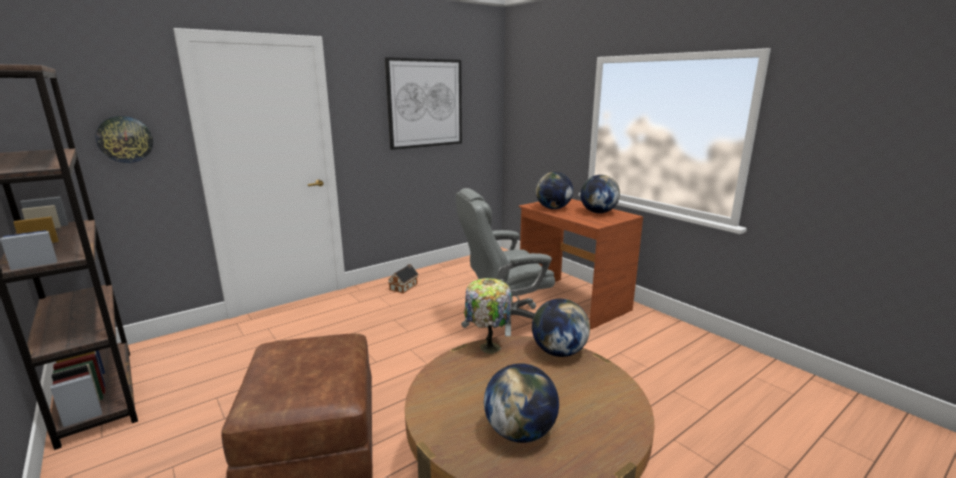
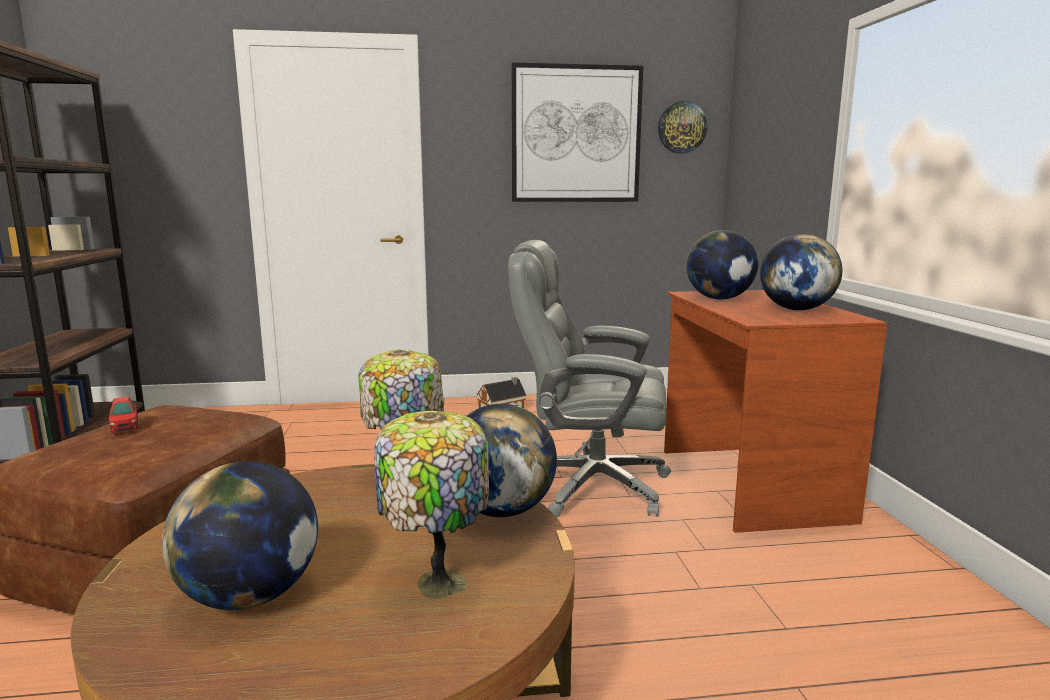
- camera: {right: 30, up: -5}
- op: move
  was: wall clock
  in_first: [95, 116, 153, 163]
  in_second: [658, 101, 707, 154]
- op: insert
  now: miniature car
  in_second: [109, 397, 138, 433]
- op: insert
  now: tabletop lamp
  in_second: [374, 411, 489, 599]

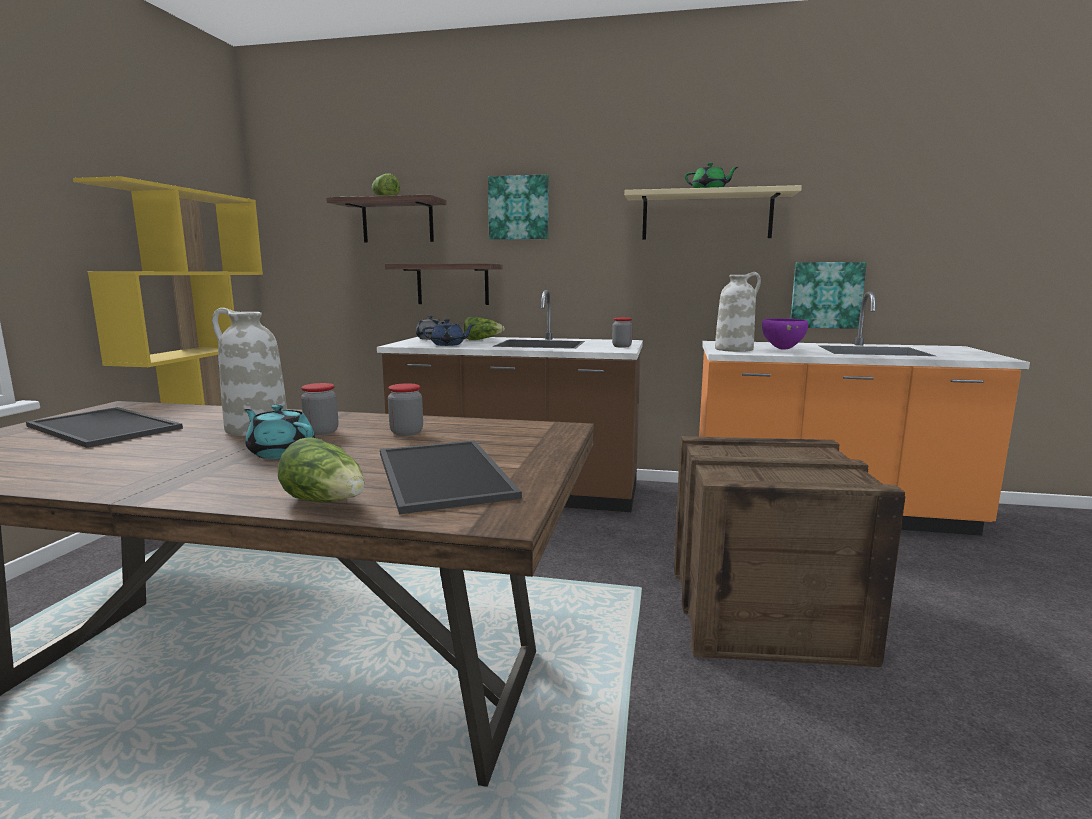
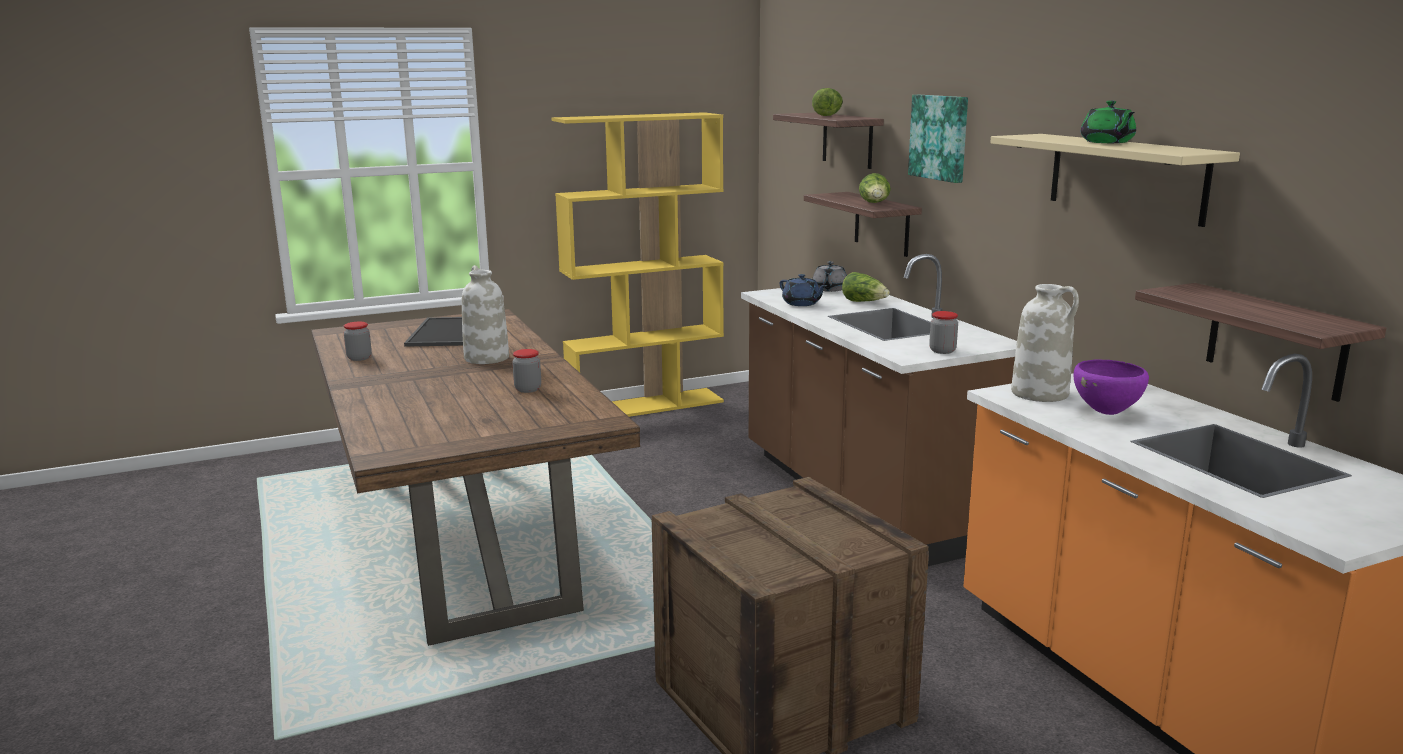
- camera: {right: 55, up: 5}
- op: replace
  was: wall art
  now: shelf
  in_first: [791, 262, 867, 329]
  in_second: [1135, 283, 1386, 402]
- op: move
  was: preserve jar
  in_first: [301, 383, 338, 435]
  in_second: [344, 322, 372, 361]
- op: delete
  was: tea pot in blue-green
  in_first: [244, 404, 315, 459]
- op: move
  was: lettuce
  in_first: [277, 437, 365, 502]
  in_second: [859, 173, 891, 203]
- op: delete
  was: serving tray
  in_first: [380, 440, 522, 514]

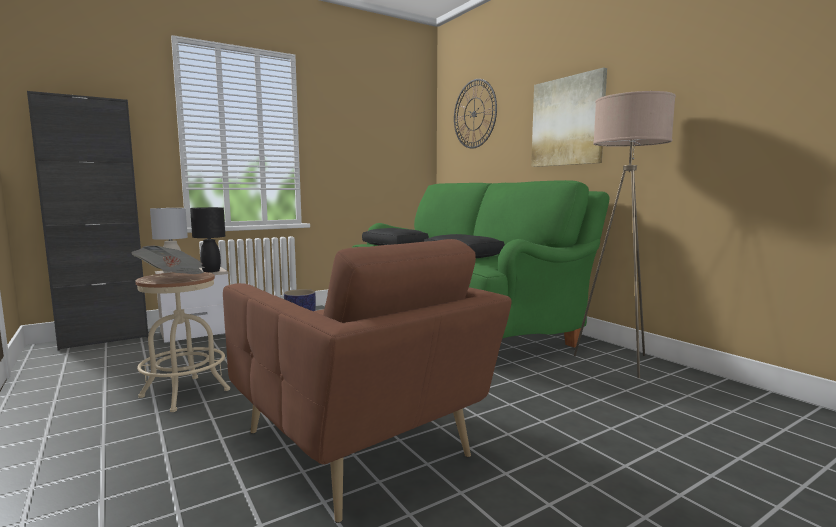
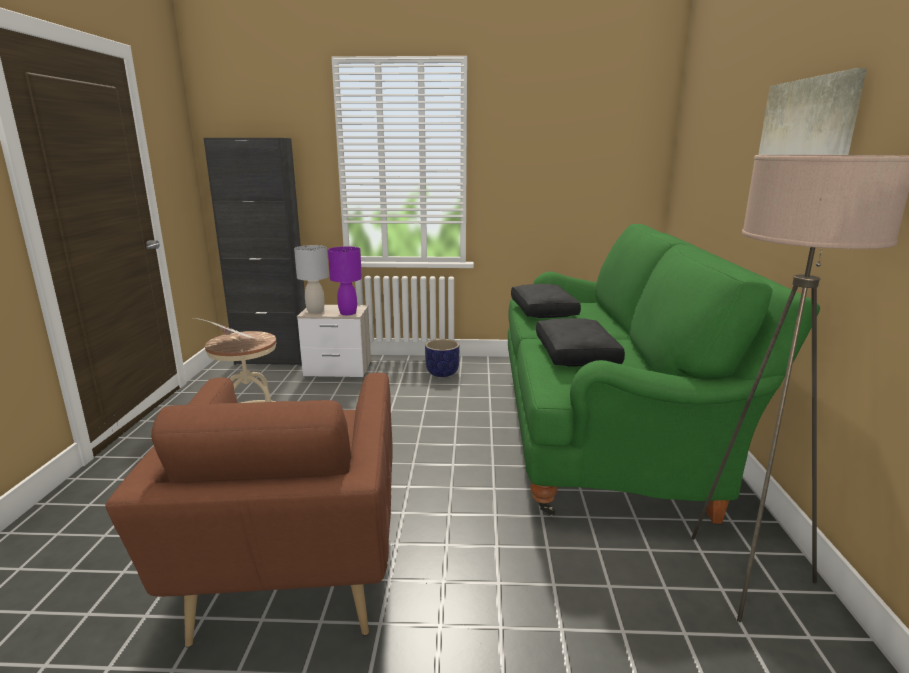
- camera: {right: 35, up: 10}
- op: delete
  was: wall clock
  in_first: [454, 79, 497, 149]
- op: recolor
  was: tabletop lamp in black-coloured
  now: tabletop lamp in purplish
  in_first: [190, 207, 225, 272]
  in_second: [328, 246, 362, 315]

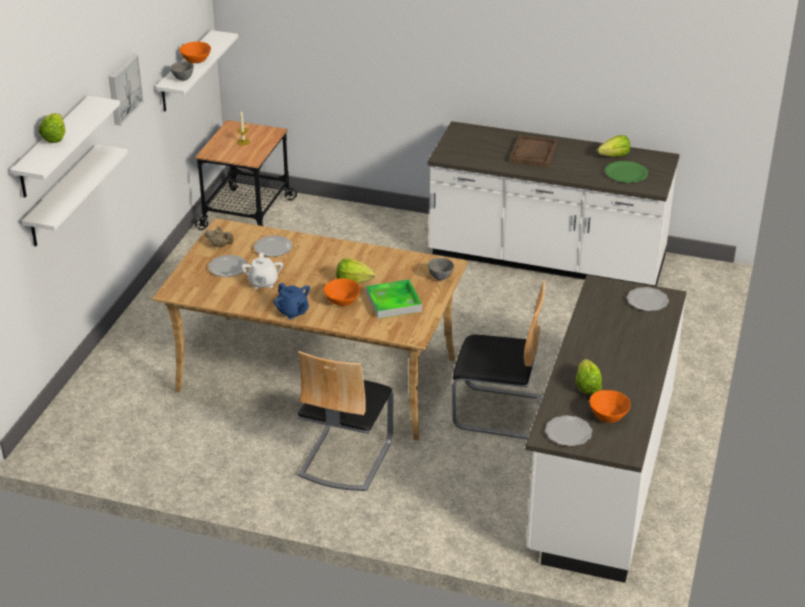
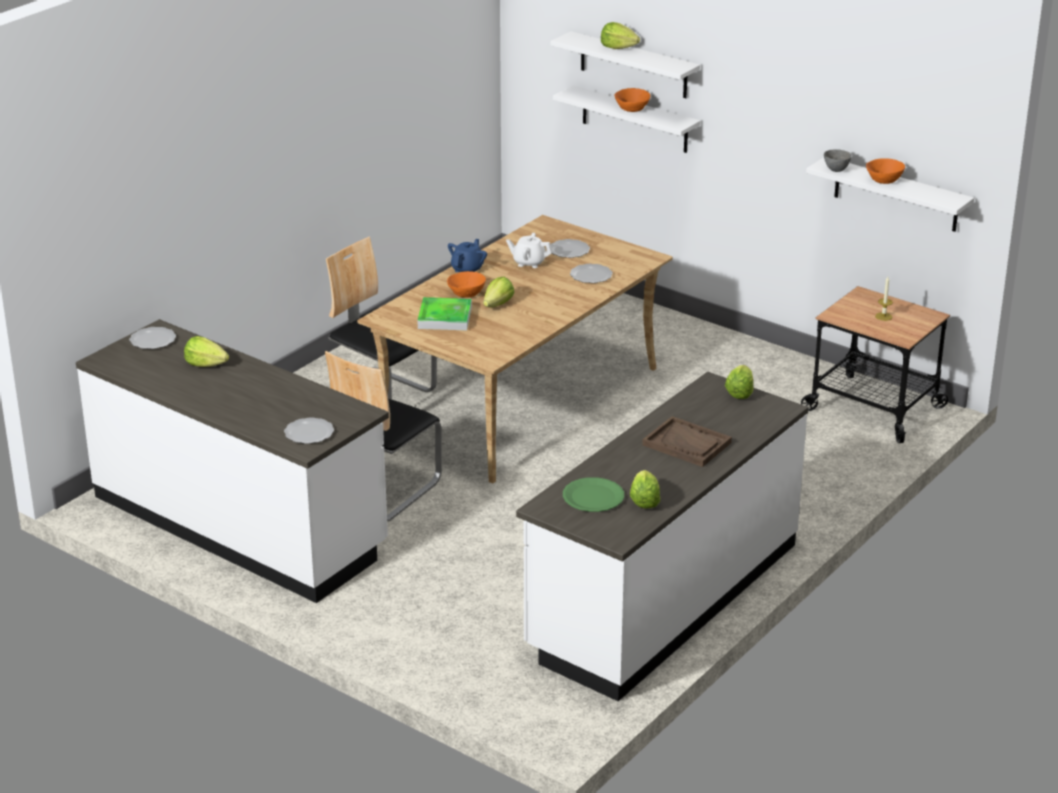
- camera: {right: 110, up: -5}
- op: delete
  was: wall art
  in_first: [109, 54, 144, 125]
- op: delete
  was: tea pot in beige-coloured
  in_first: [205, 226, 234, 248]
- op: delete
  was: bowl in gray
  in_first: [428, 258, 454, 280]
- op: rotate
  was: tea pot in bluish
  in_first: [274, 283, 310, 319]
  in_second: [448, 239, 487, 272]
  clockwise: 135
- op: move
  was: bowl in orange
  in_first: [589, 390, 630, 423]
  in_second: [614, 88, 651, 112]
- op: insert
  now: lettuce
  in_second: [725, 365, 754, 399]

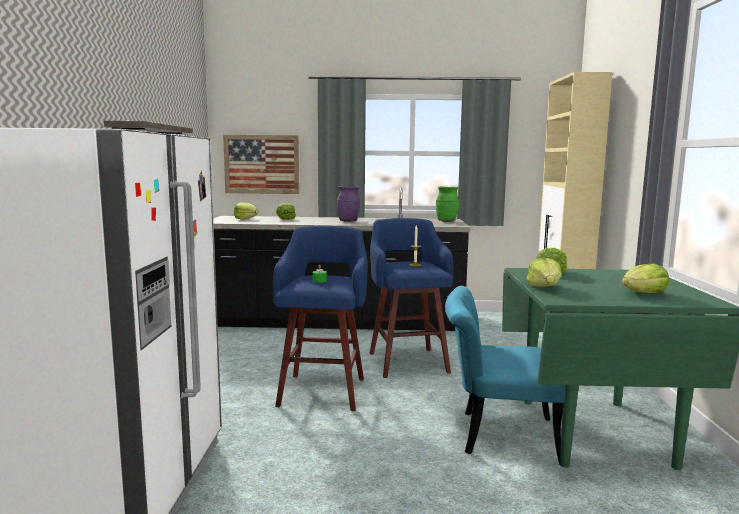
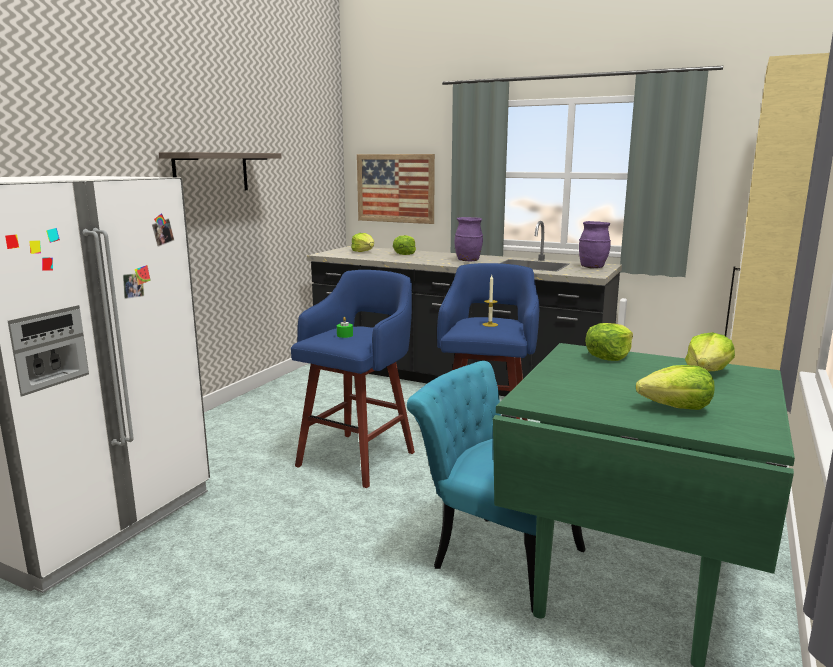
- camera: {right: 25, up: 5}
- op: recolor
  was: flower vase in green
  now: flower vase in purplish
  in_first: [436, 186, 459, 222]
  in_second: [579, 221, 611, 268]
- op: move
  was: lettuce
  in_first: [526, 257, 562, 287]
  in_second: [685, 332, 735, 371]

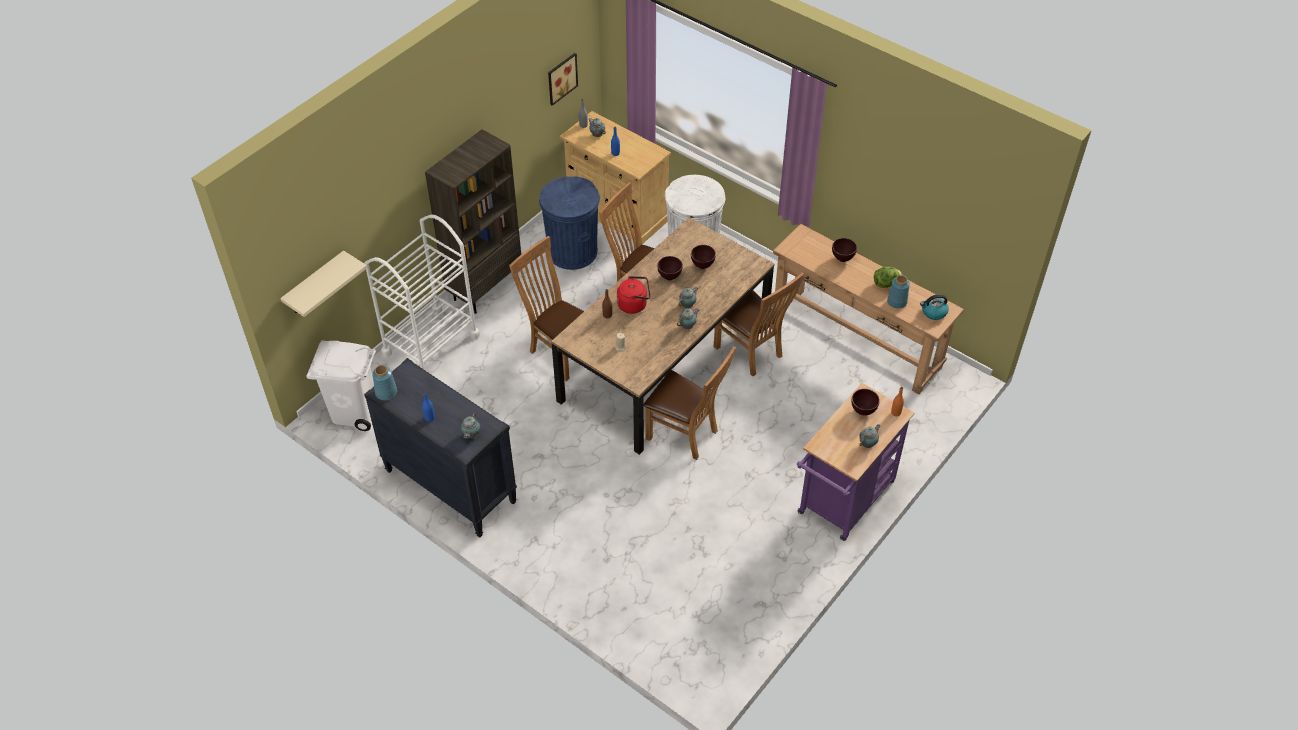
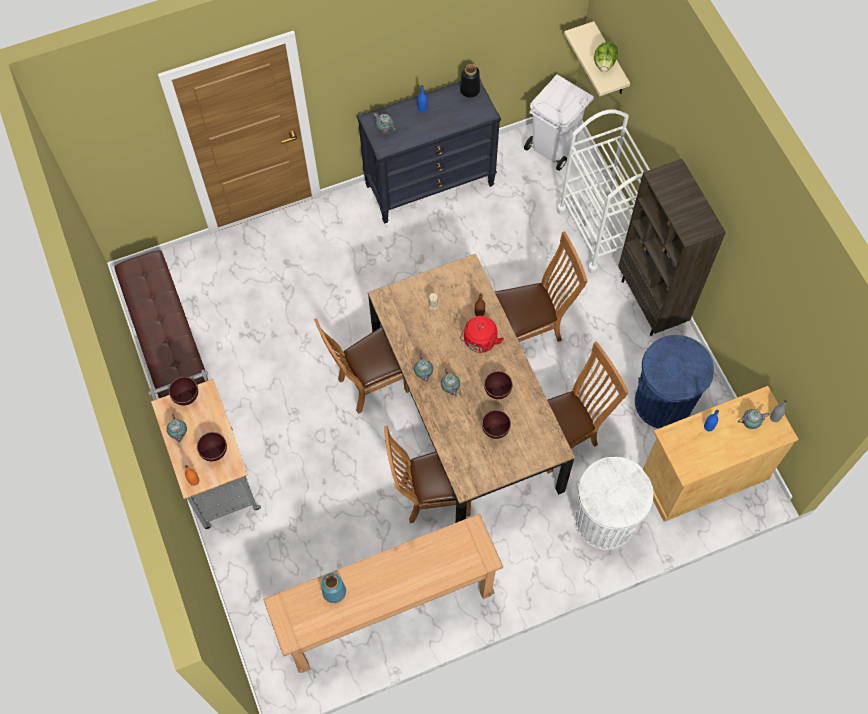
- camera: {right: 120, up: 15}
- op: delete
  was: wall art
  in_first: [548, 53, 578, 106]
- op: move
  was: bowl in brownish
  in_first: [832, 238, 857, 262]
  in_second: [169, 377, 198, 405]
- op: move
  was: lettuce
  in_first: [874, 267, 902, 288]
  in_second: [594, 42, 618, 72]
- op: delete
  was: kettle
  in_first: [920, 294, 949, 320]
- op: recolor
  was: flower vase in bluish
  now: flower vase in black-coloured
  in_first: [372, 365, 397, 400]
  in_second: [460, 64, 480, 97]
- op: recolor
  was: wheeled cart in purplish
  now: wheeled cart in gray
  in_first: [797, 383, 914, 541]
  in_second: [148, 369, 261, 529]
- op: insert
  now: indoor bench in brownish
  in_second: [114, 250, 208, 398]

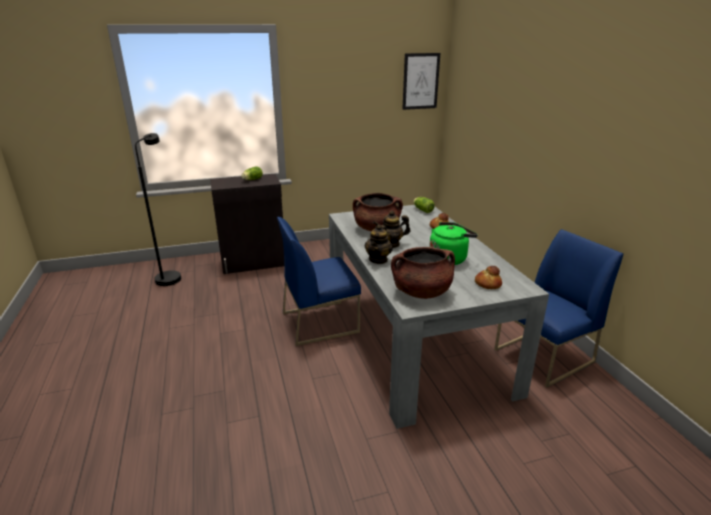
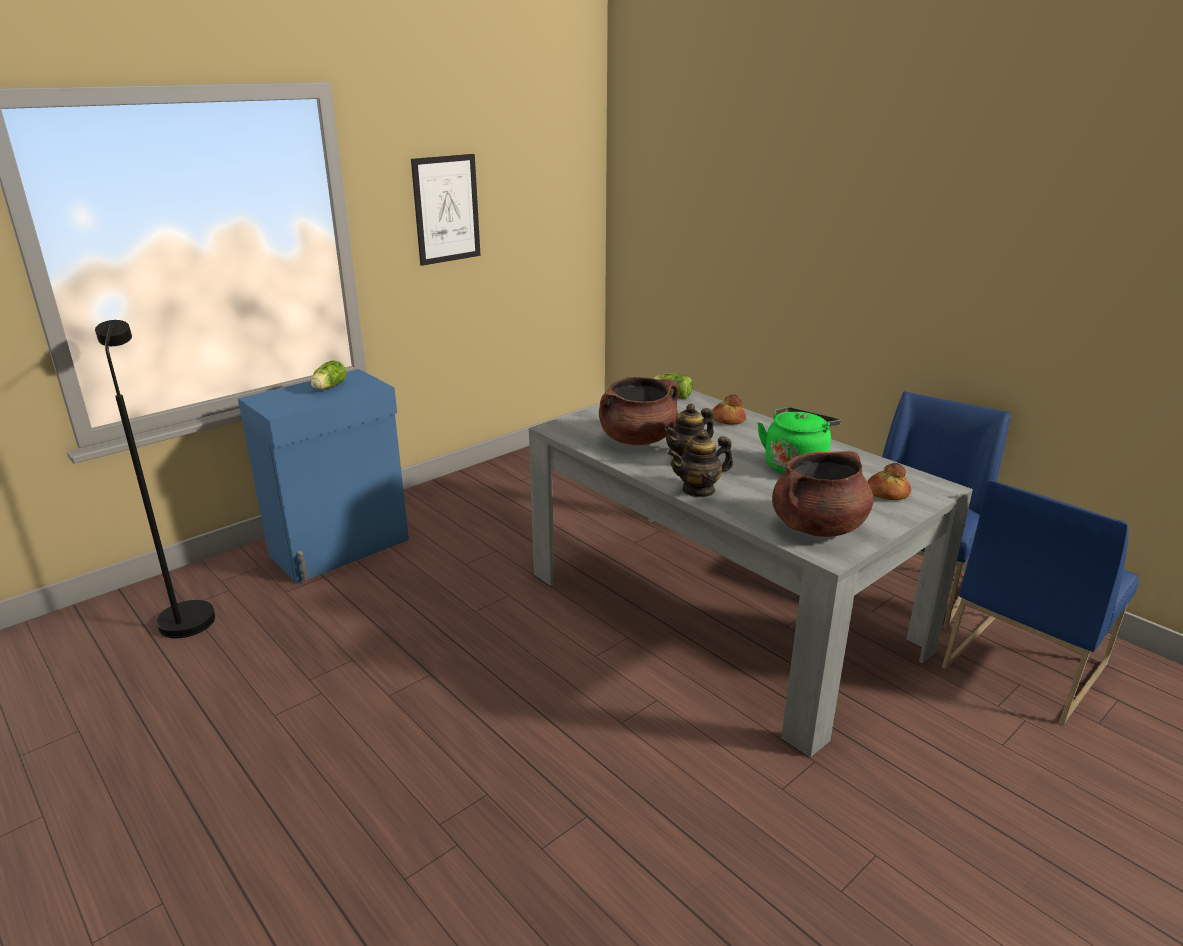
- camera: {right: -25, up: 0}
- op: move
  was: wall art
  in_first: [402, 53, 440, 110]
  in_second: [411, 154, 481, 266]
- op: recolor
  was: storage cabinet in black-coloured
  now: storage cabinet in bluish
  in_first: [210, 174, 284, 274]
  in_second: [238, 369, 409, 583]
- op: move
  was: chair in bluish
  in_first: [277, 217, 361, 346]
  in_second: [942, 480, 1139, 725]
- op: rotate
  was: tea pot
  in_first: [365, 224, 393, 264]
  in_second: [668, 429, 733, 497]
  clockwise: 75

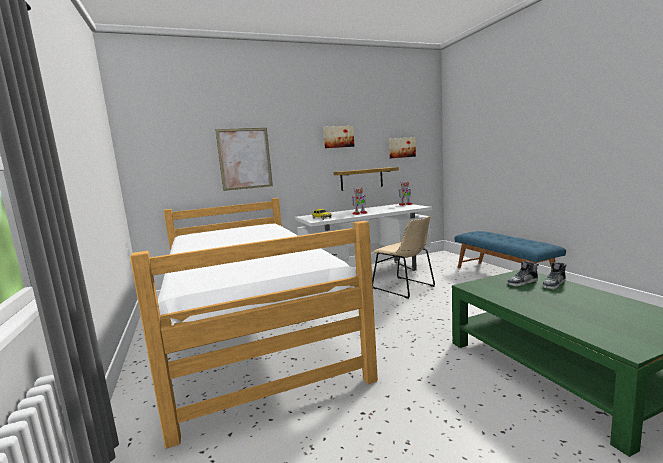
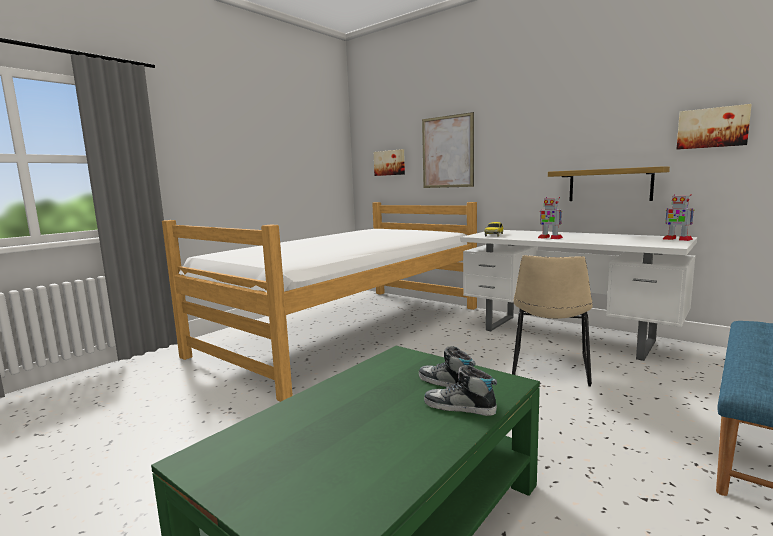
- camera: {right: 60, up: 0}
- op: move
  was: wall art
  in_first: [323, 126, 354, 148]
  in_second: [374, 149, 405, 176]

